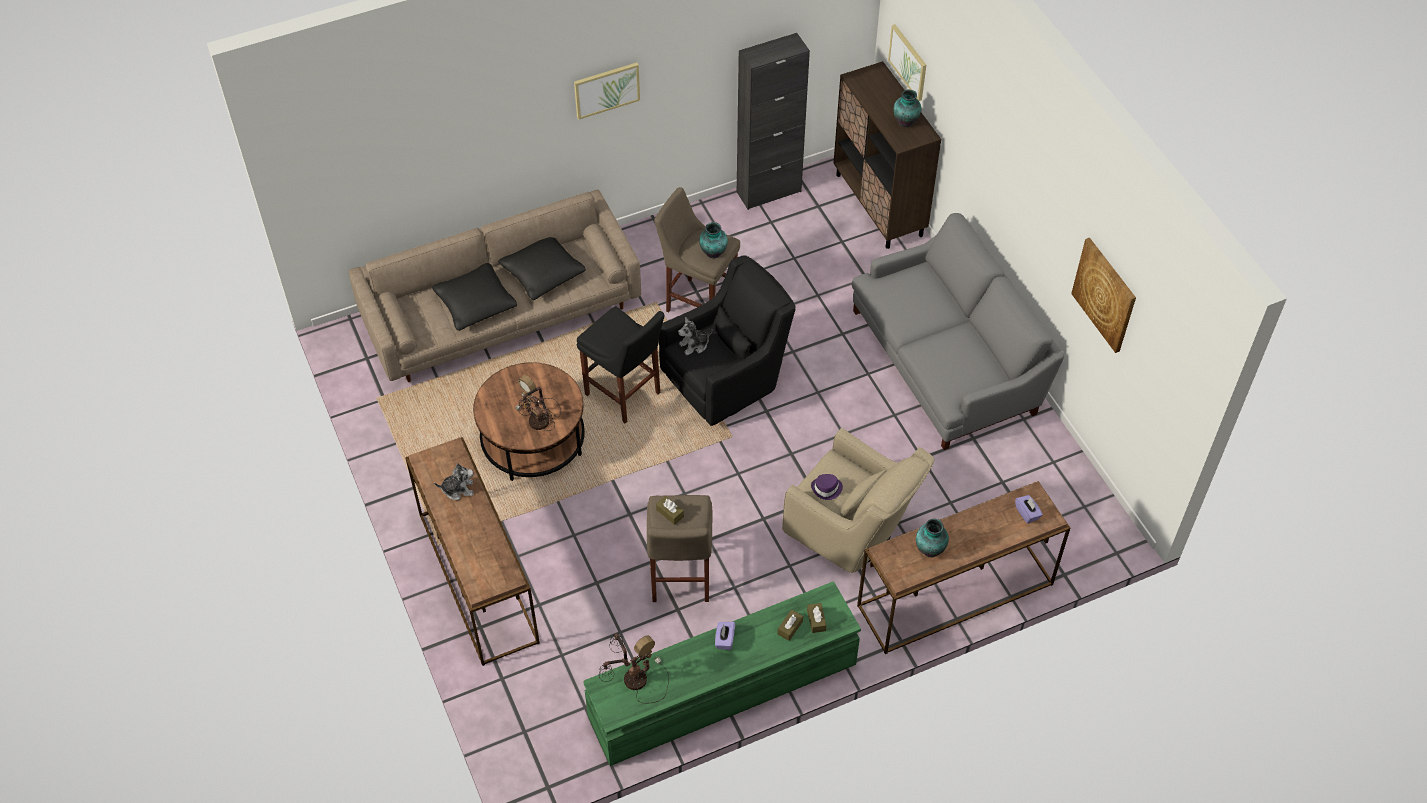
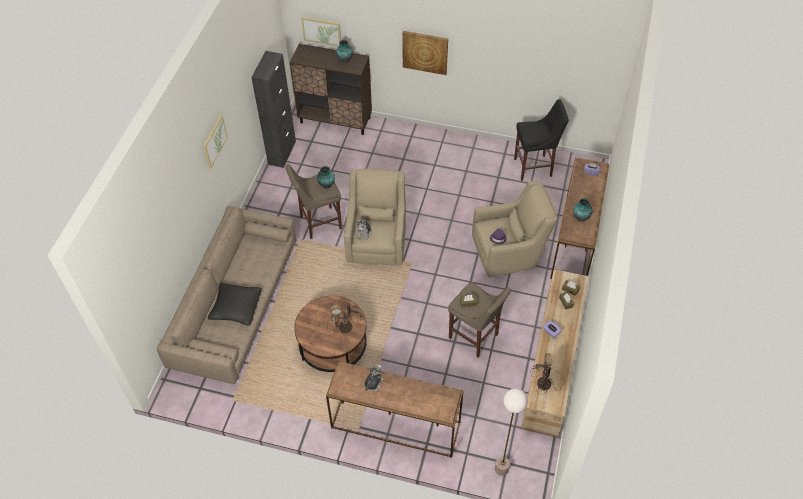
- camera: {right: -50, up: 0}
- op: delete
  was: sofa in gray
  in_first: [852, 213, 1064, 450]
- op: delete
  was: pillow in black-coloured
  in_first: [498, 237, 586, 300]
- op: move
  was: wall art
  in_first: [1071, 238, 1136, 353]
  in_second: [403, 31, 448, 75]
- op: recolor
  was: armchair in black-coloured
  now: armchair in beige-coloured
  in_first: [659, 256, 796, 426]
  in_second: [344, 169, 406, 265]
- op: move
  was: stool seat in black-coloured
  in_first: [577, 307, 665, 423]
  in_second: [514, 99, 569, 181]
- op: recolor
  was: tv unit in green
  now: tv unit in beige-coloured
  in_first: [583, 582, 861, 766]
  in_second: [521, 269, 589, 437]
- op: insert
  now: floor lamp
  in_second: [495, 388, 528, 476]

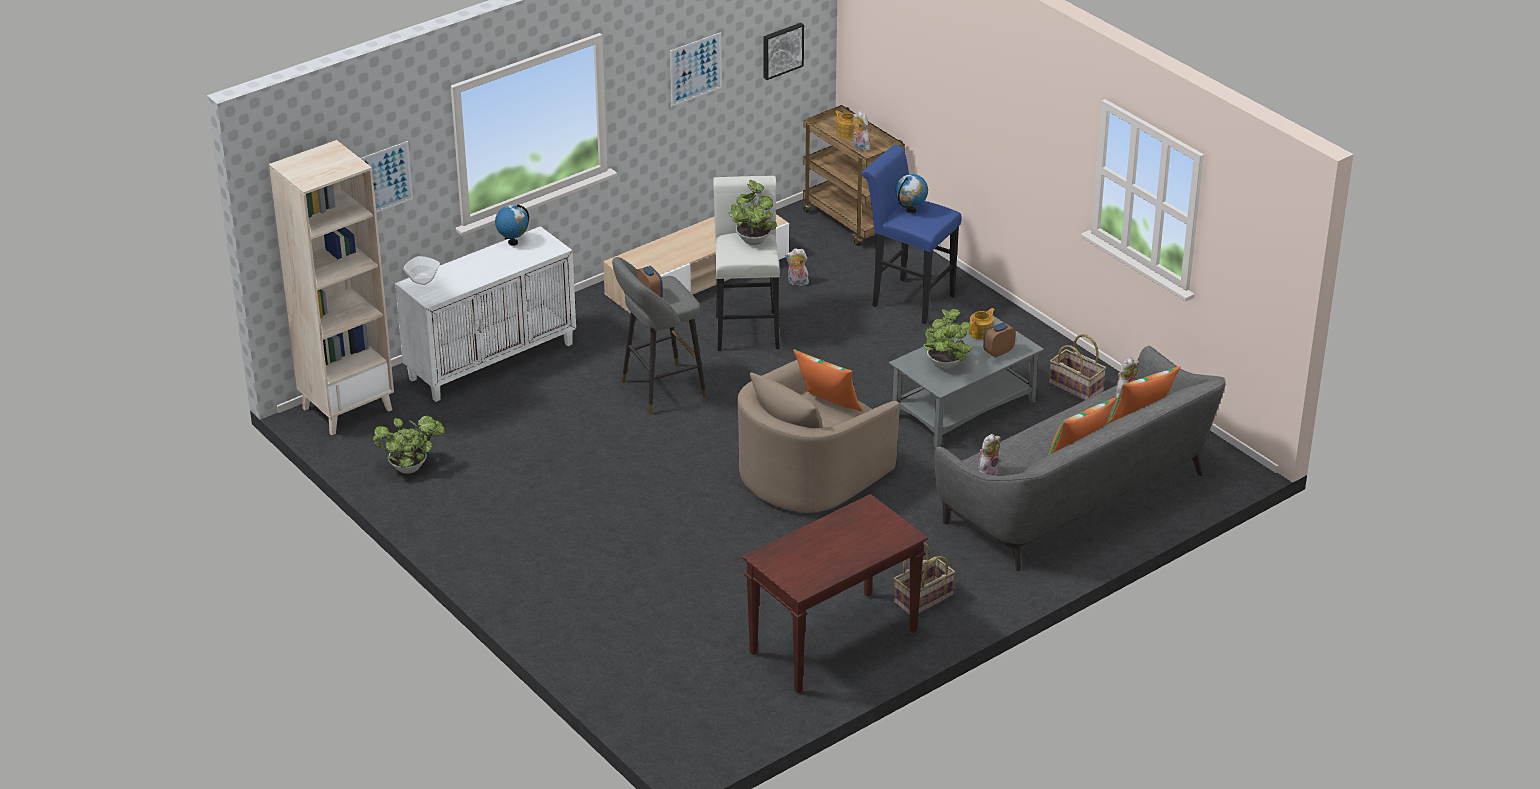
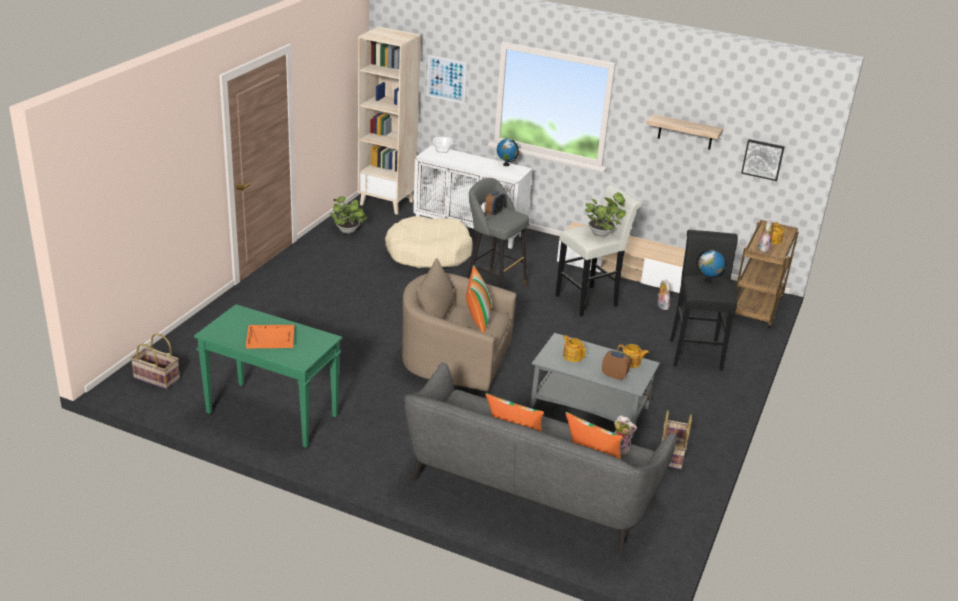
- camera: {right: 60, up: -5}
- op: replace
  was: wall art
  now: shelf
  in_first: [670, 32, 722, 106]
  in_second: [646, 114, 723, 150]
- op: recolor
  was: stool seat in bluish
  now: stool seat in black-coloured
  in_first: [862, 145, 962, 324]
  in_second: [670, 230, 738, 371]
- op: replace
  was: potted plant
  now: tea pot
  in_first: [923, 309, 972, 369]
  in_second: [563, 335, 586, 362]
- op: delete
  was: cuddly toy
  in_first: [978, 434, 1000, 476]
- op: recolor
  was: hall table in brownish
  now: hall table in green
  in_first: [742, 494, 928, 693]
  in_second: [194, 304, 342, 448]
- op: move
  was: storage basket
  in_first: [894, 543, 955, 615]
  in_second: [131, 333, 180, 389]
- op: insert
  now: dog bed in beige-coloured
  in_second: [385, 216, 473, 268]
- op: insert
  now: serving tray in orange
  in_second: [246, 325, 295, 349]

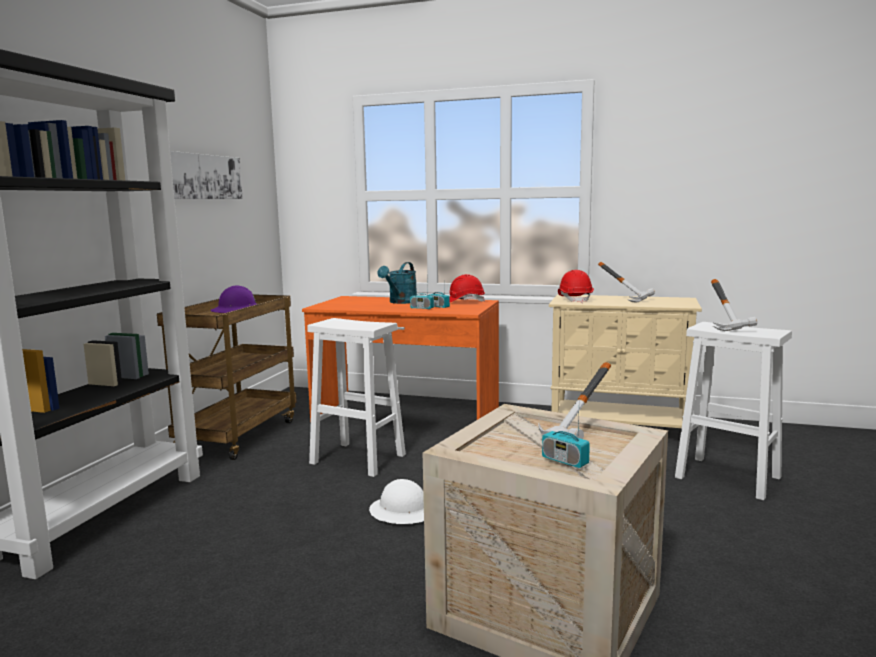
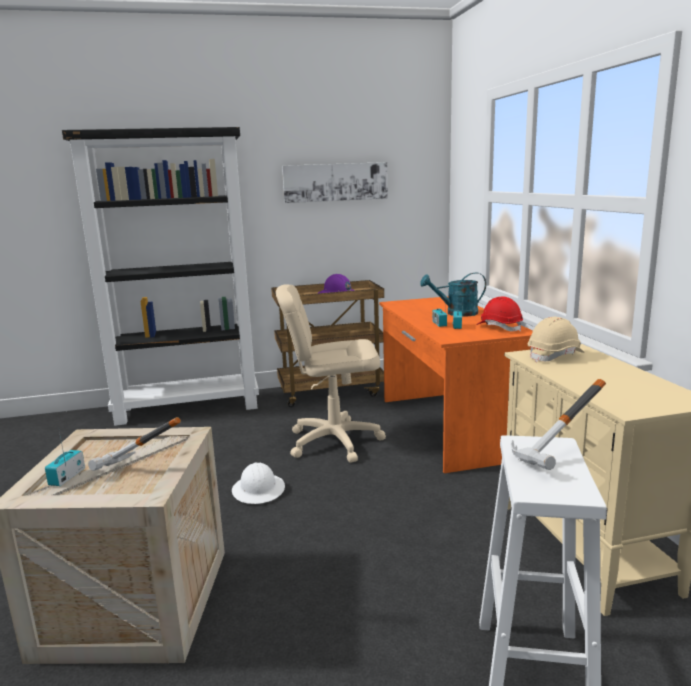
- camera: {right: 60, up: 5}
- op: delete
  was: tool hammer
  in_first: [598, 262, 655, 303]
- op: recolor
  was: hard hat in reddish
  now: hard hat in beige-coloured
  in_first: [558, 270, 594, 303]
  in_second: [528, 317, 584, 362]
- op: replace
  was: stool seat in white-coloured
  now: desk chair in beige-coloured
  in_first: [307, 318, 406, 477]
  in_second: [276, 284, 386, 463]

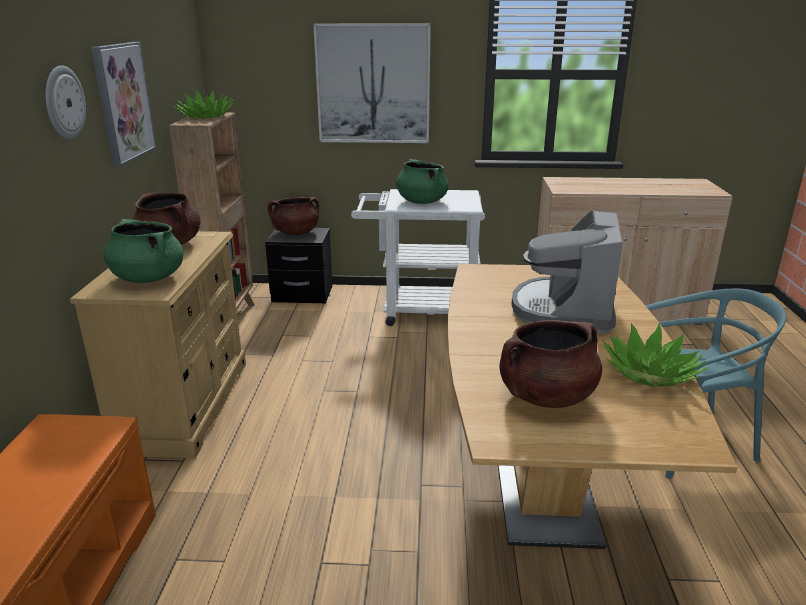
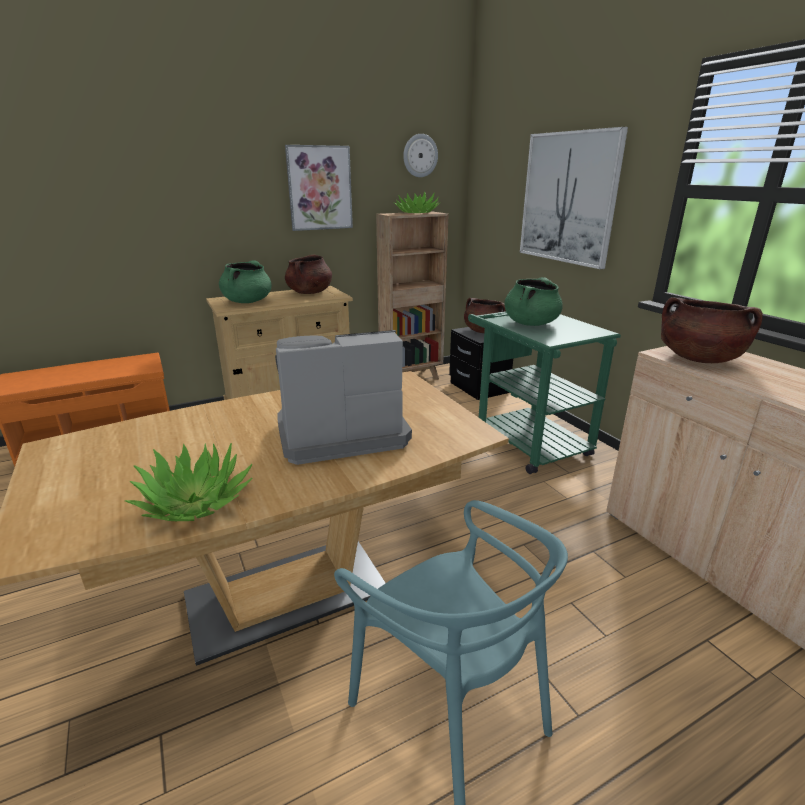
- camera: {right: 60, up: 0}
- op: move
  was: wall clock
  in_first: [46, 65, 86, 139]
  in_second: [403, 134, 438, 177]
- op: recolor
  was: wheeled cart in white-coloured
  now: wheeled cart in green
  in_first: [351, 189, 485, 326]
  in_second: [468, 311, 621, 474]
- op: move
  was: cooking pot in brownish
  in_first: [500, 320, 602, 408]
  in_second: [661, 297, 763, 363]

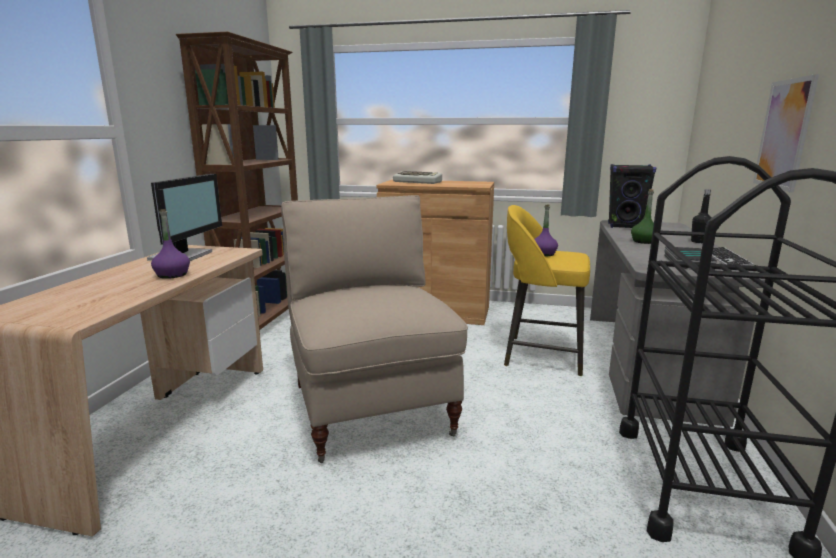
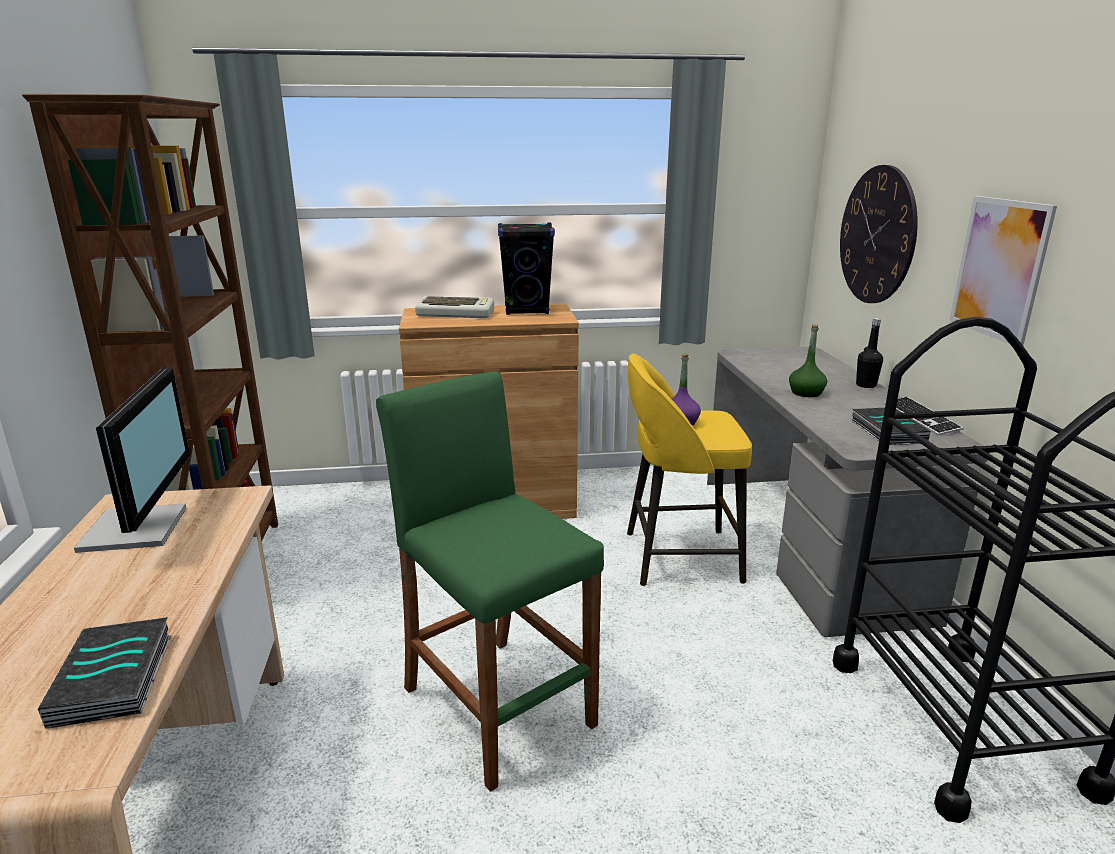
- camera: {right: -20, up: 5}
- op: move
  was: audio speaker in black-coloured
  in_first: [608, 164, 656, 228]
  in_second: [498, 223, 555, 315]
- op: replace
  was: chair in beige-coloured
  now: stool seat in green
  in_first: [281, 195, 468, 463]
  in_second: [376, 371, 604, 792]
- op: delete
  was: bottle in purplish
  in_first: [151, 209, 190, 279]
- op: insert
  now: wall clock
  in_second: [840, 165, 918, 303]
- op: insert
  now: book
  in_second: [38, 617, 171, 729]

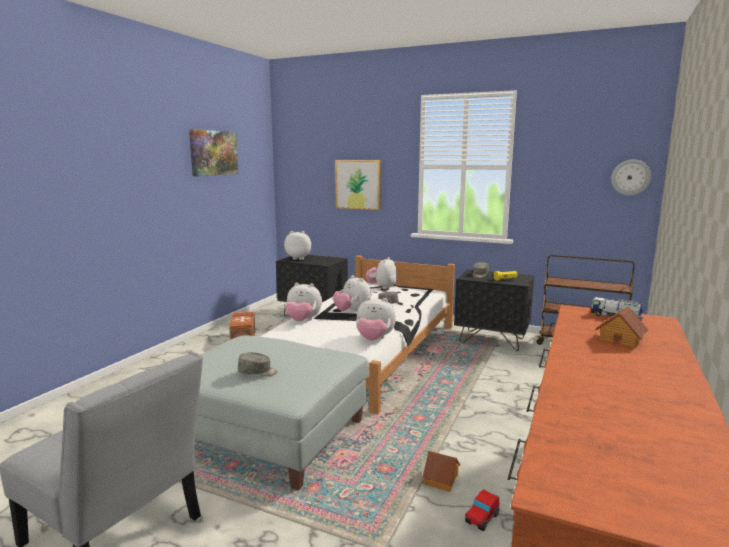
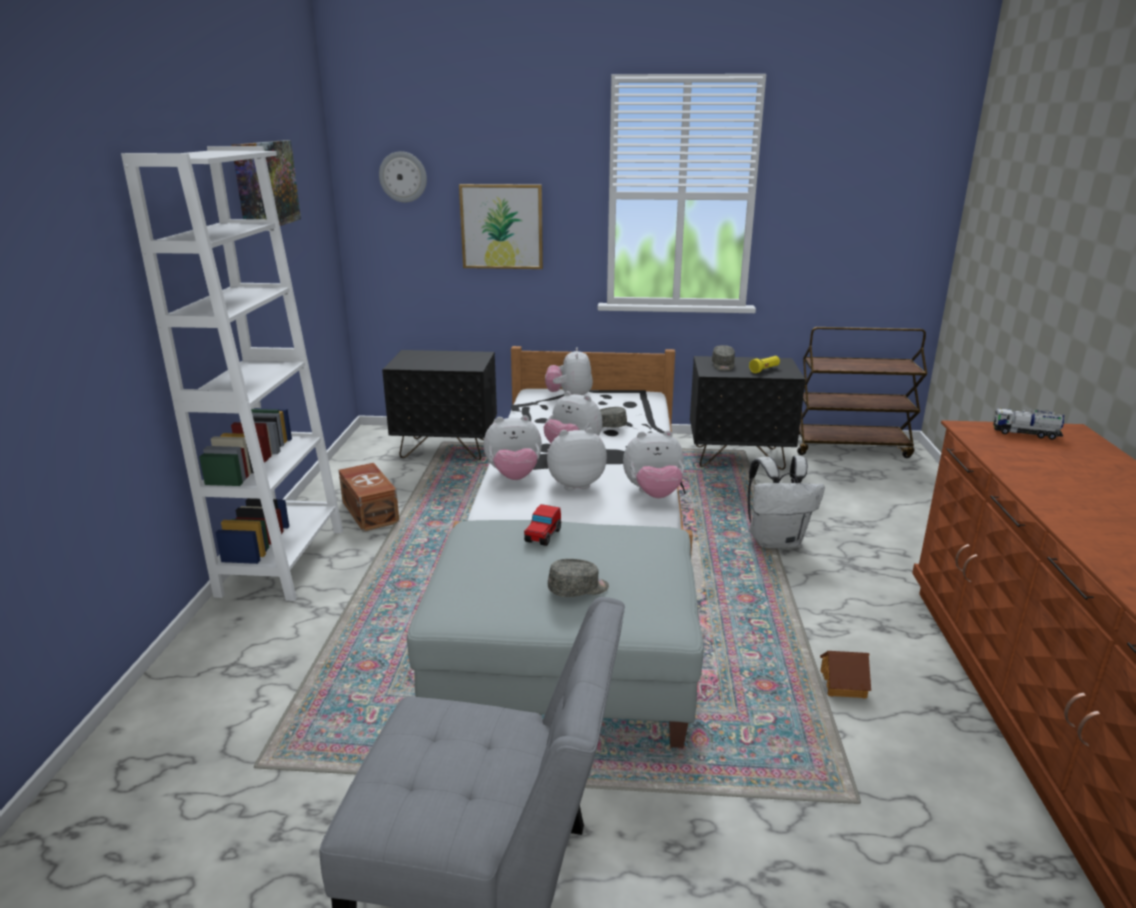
- camera: {right: -20, up: 10}
- op: move
  was: wall clock
  in_first: [611, 160, 652, 196]
  in_second: [379, 151, 427, 203]
- op: move
  was: cuddly toy
  in_first: [284, 231, 311, 260]
  in_second: [547, 428, 607, 490]
- op: delete
  was: miniature house
  in_first: [595, 306, 648, 348]
- op: move
  was: miniature car
  in_first: [465, 490, 499, 531]
  in_second: [524, 504, 561, 546]
- op: insert
  now: bookshelf in white-coloured
  in_second: [121, 146, 343, 601]
- op: insert
  now: knapsack in white-coloured
  in_second: [748, 456, 825, 548]

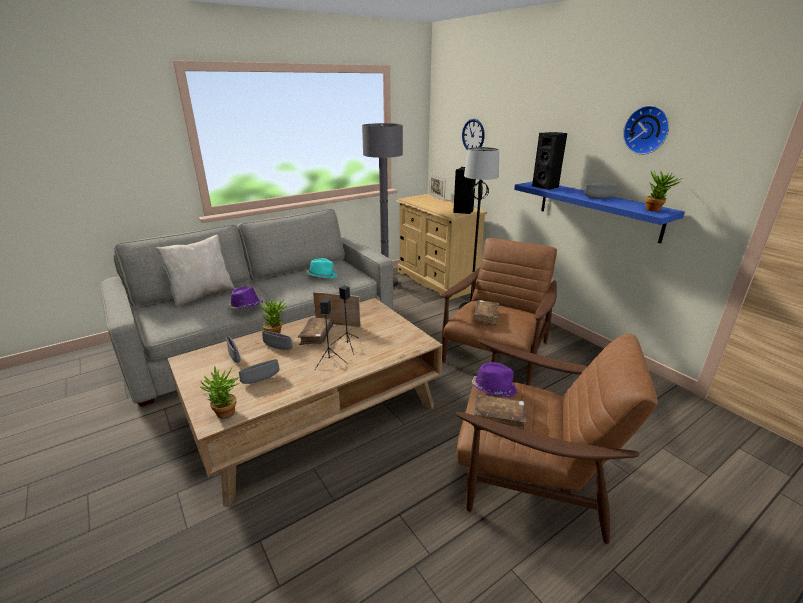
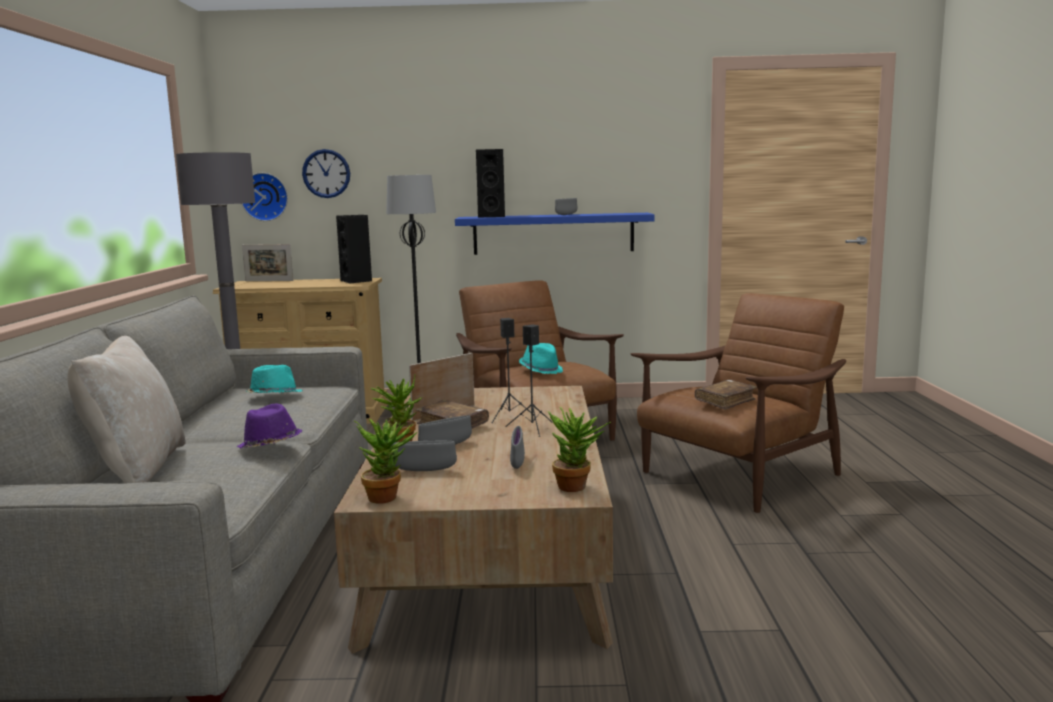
- camera: {right: -55, up: -15}
- op: move
  was: wall clock
  in_first: [623, 106, 669, 155]
  in_second: [242, 173, 288, 221]
- op: move
  was: potted plant
  in_first: [645, 170, 682, 212]
  in_second: [354, 419, 417, 504]
- op: replace
  was: book in brownish
  now: hat in blue-green
  in_first: [473, 300, 499, 326]
  in_second: [519, 343, 563, 374]
- op: delete
  was: hat in purplish
  in_first: [472, 362, 517, 397]

